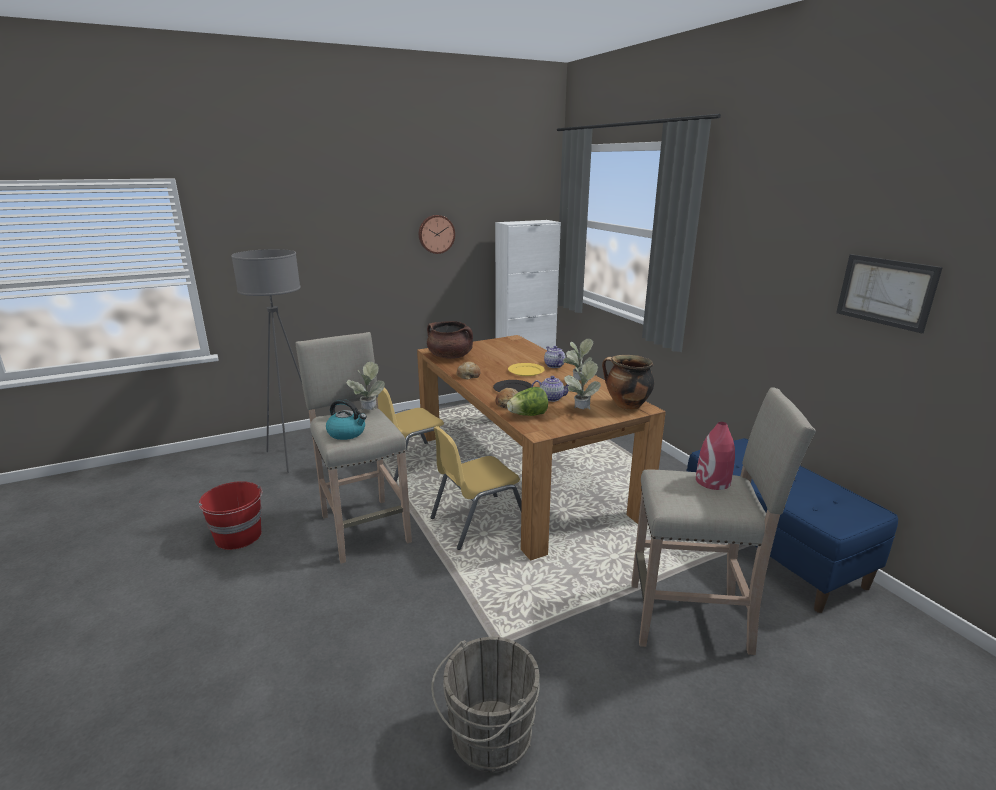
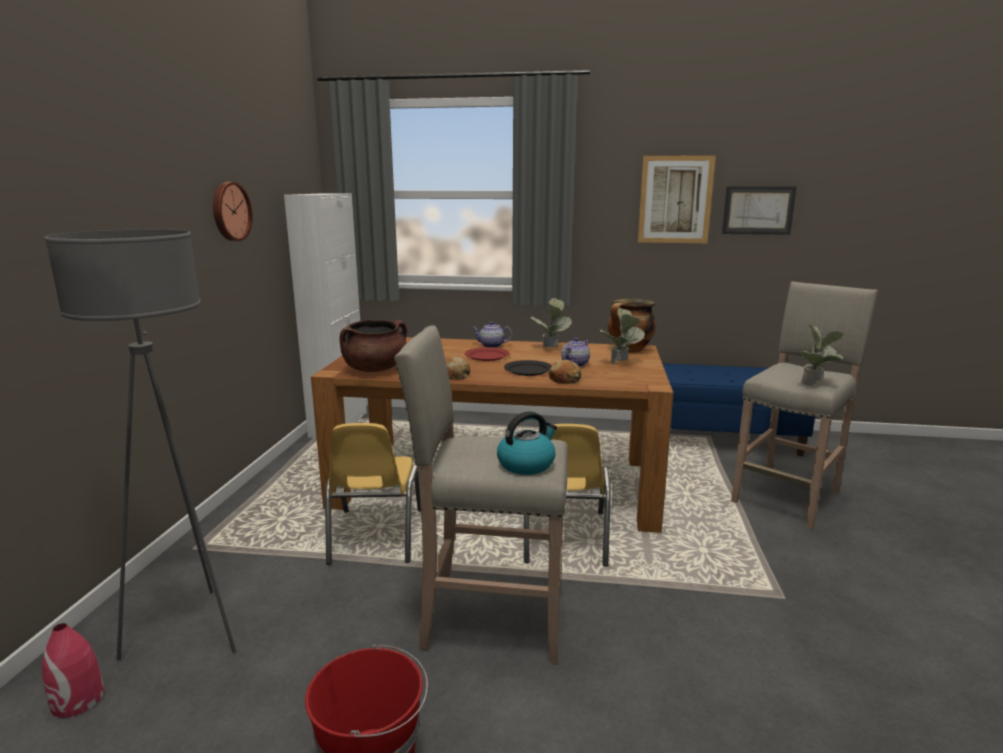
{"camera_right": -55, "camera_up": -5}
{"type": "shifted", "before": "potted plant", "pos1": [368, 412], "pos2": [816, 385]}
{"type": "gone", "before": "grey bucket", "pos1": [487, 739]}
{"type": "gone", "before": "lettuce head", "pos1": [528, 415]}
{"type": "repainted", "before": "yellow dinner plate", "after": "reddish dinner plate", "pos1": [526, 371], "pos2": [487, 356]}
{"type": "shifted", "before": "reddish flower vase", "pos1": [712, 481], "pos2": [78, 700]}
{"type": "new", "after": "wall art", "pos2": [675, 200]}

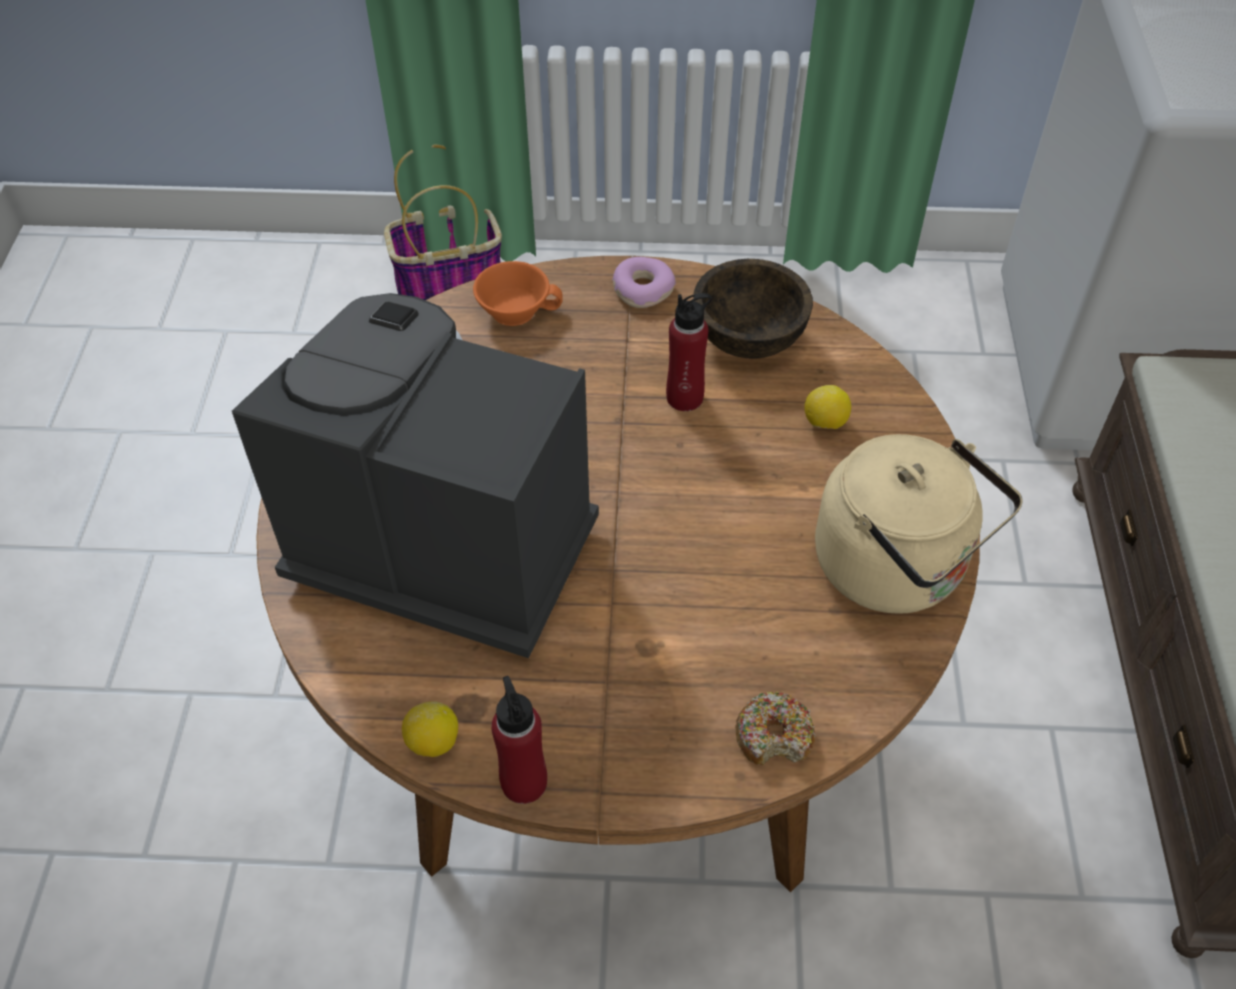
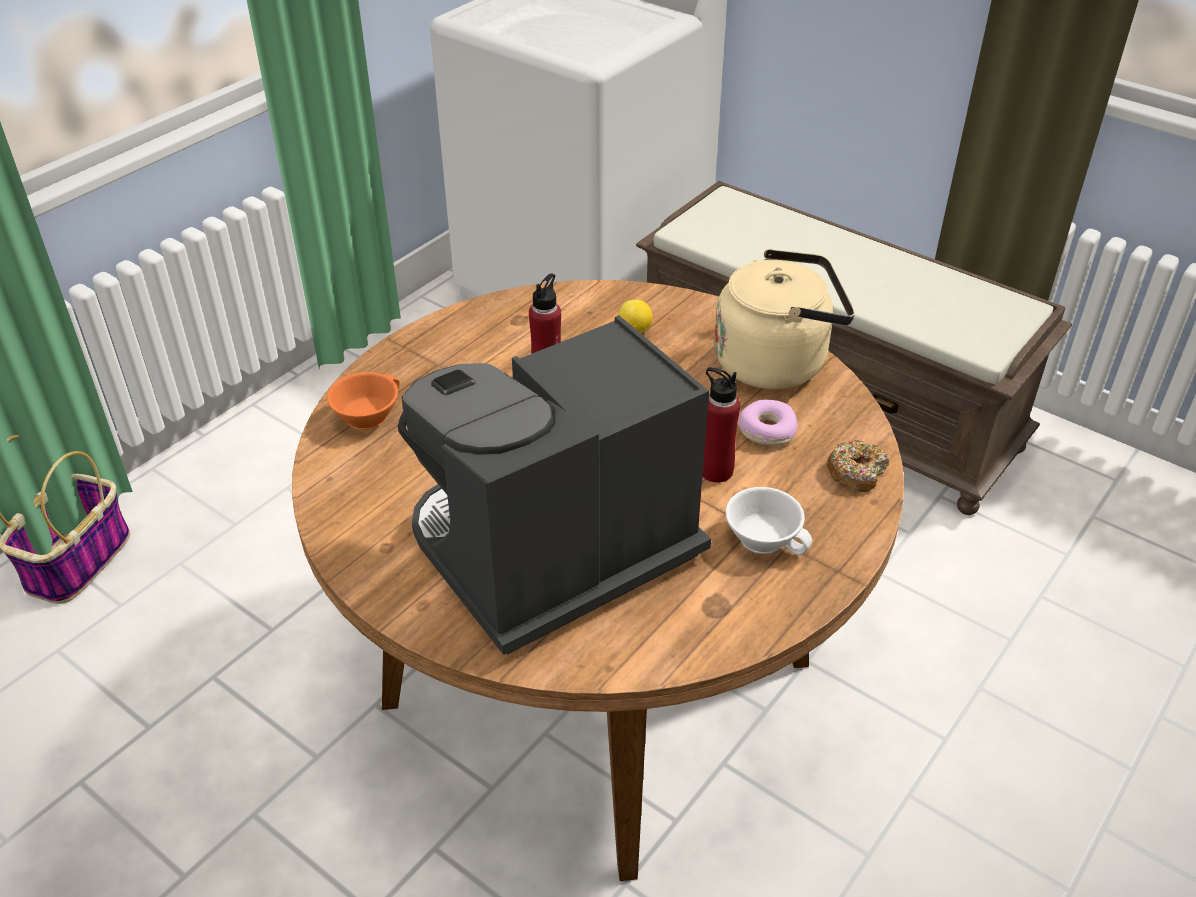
{"camera_right": -55, "camera_up": -10}
{"type": "gone", "before": "whole lemon", "pos1": [433, 742]}
{"type": "shifted", "before": "reddish beverage bottle", "pos1": [524, 782], "pos2": [716, 471]}
{"type": "shifted", "before": "ring doughnut", "pos1": [643, 290], "pos2": [766, 430]}
{"type": "gone", "before": "brown-coloured bowl", "pos1": [749, 337]}
{"type": "new", "after": "white-coloured cup", "pos2": [765, 537]}

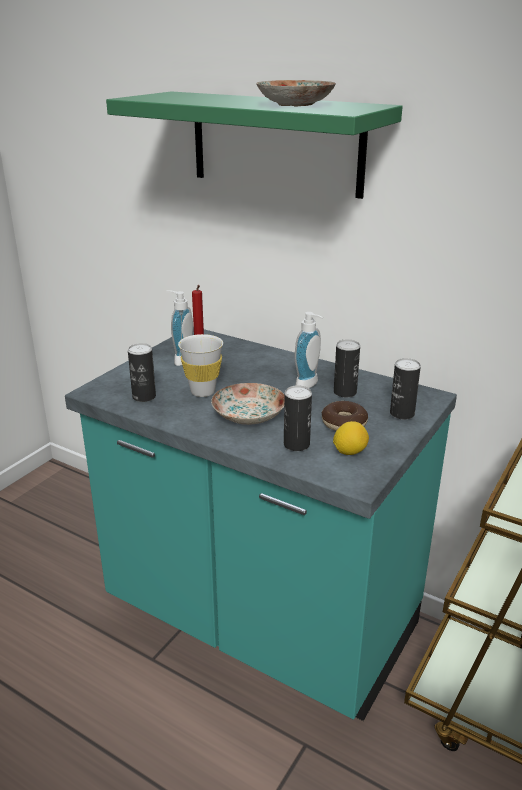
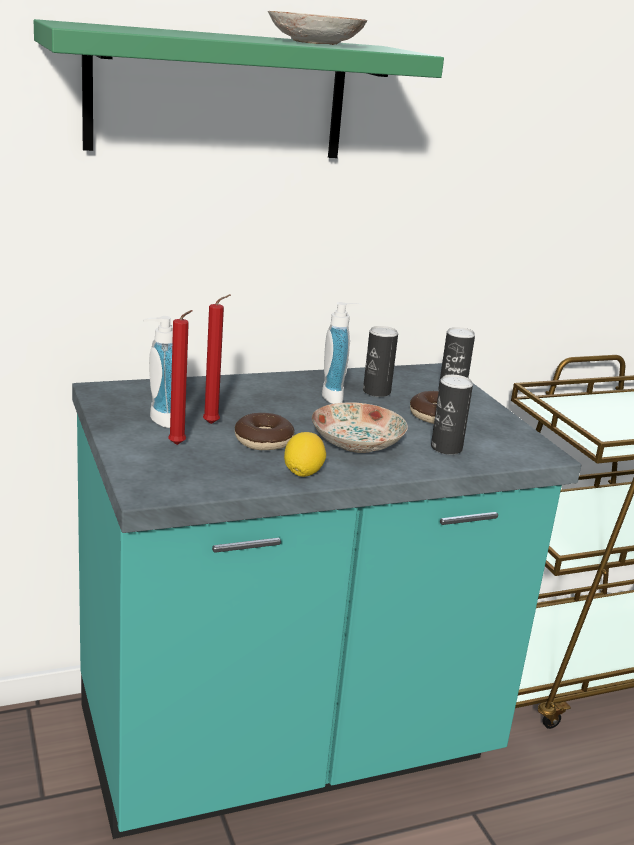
{"camera_right": -55, "camera_up": -5}
{"type": "gone", "before": "sealed can", "pos1": [144, 396]}
{"type": "swapped", "before": "white-coloured cup", "after": "ring doughnut", "pos1": [203, 392], "pos2": [263, 441]}
{"type": "shifted", "before": "whole lemon", "pos1": [349, 452], "pos2": [303, 473]}
{"type": "new", "after": "reddish wax light", "pos2": [178, 446]}

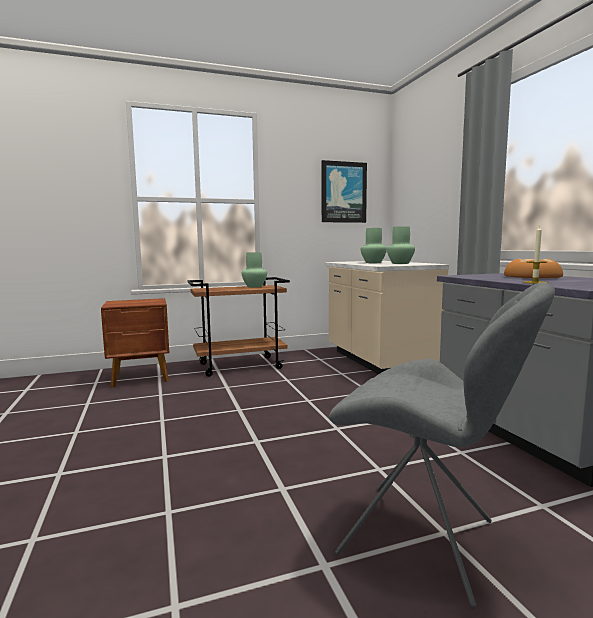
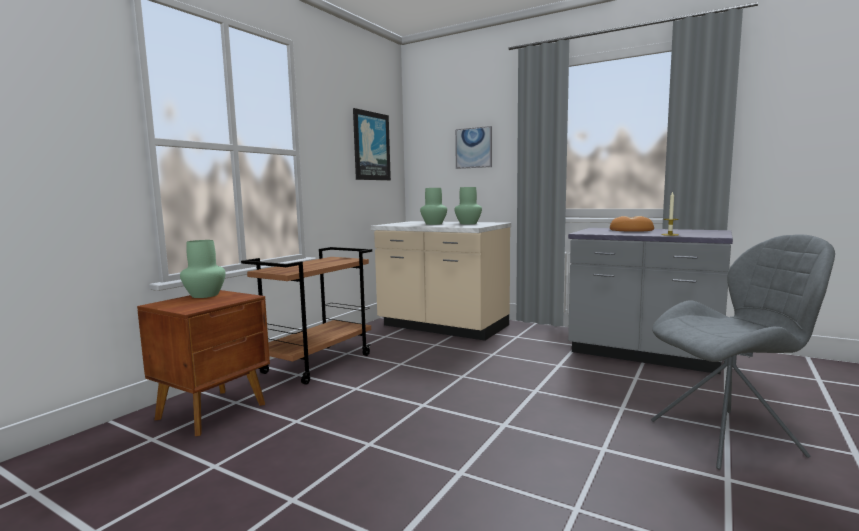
{"camera_right": -40, "camera_up": 0}
{"type": "shifted", "before": "green flower vase", "pos1": [254, 286], "pos2": [204, 295]}
{"type": "new", "after": "wall art", "pos2": [474, 148]}

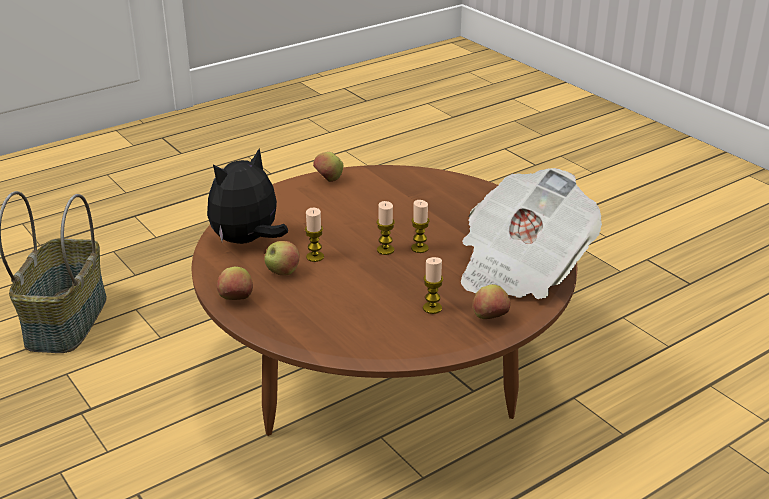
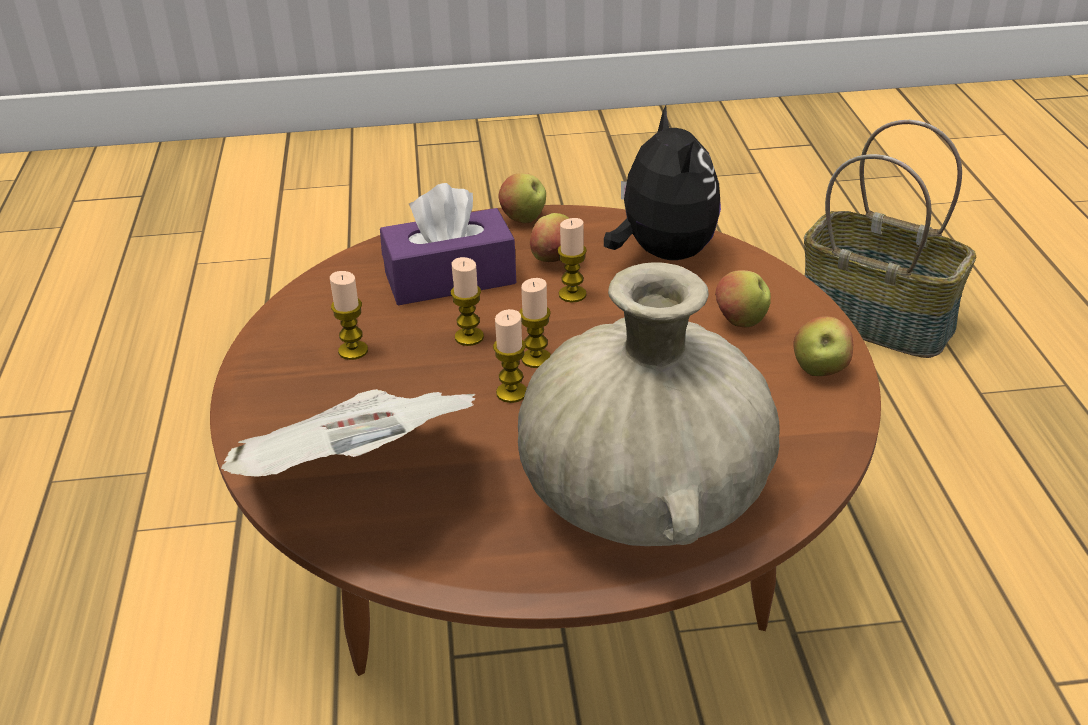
{"camera_right": 120, "camera_up": 5}
{"type": "shifted", "before": "whole apple", "pos1": [490, 318], "pos2": [740, 322]}
{"type": "new", "after": "purple box of tissues", "pos2": [450, 278]}
{"type": "new", "after": "wax light", "pos2": [469, 337]}
{"type": "new", "after": "sand-coloured flower vase", "pos2": [645, 496]}

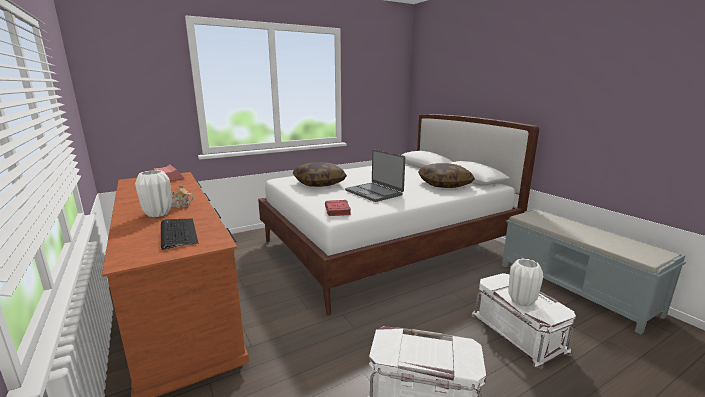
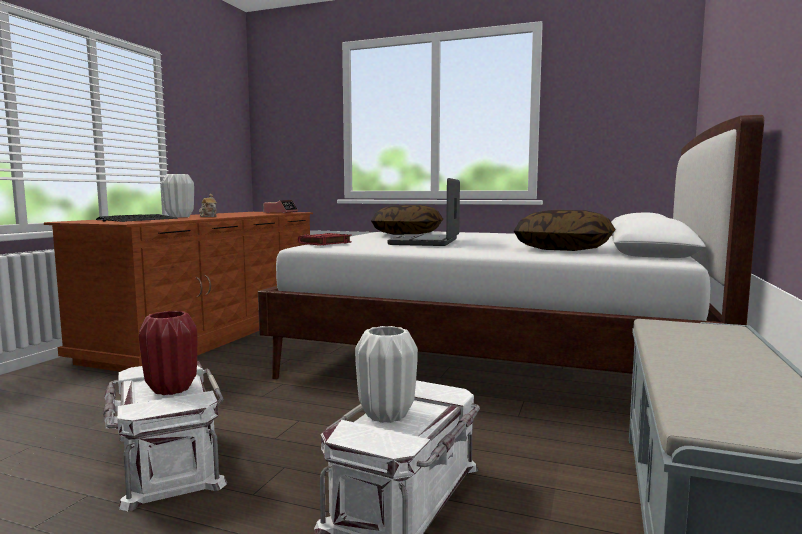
{"camera_right": 50, "camera_up": -10}
{"type": "new", "after": "reddish flower vase", "pos2": [172, 389]}

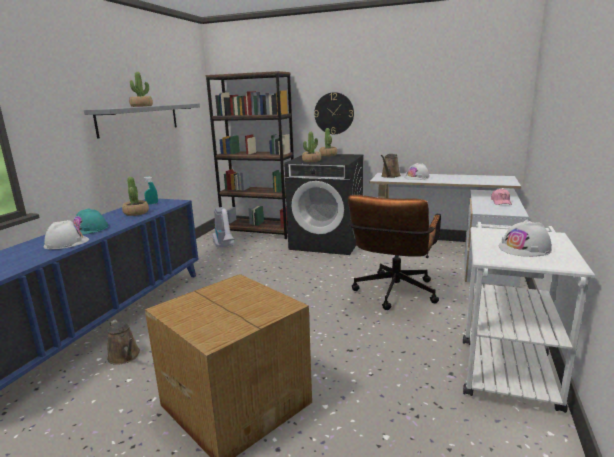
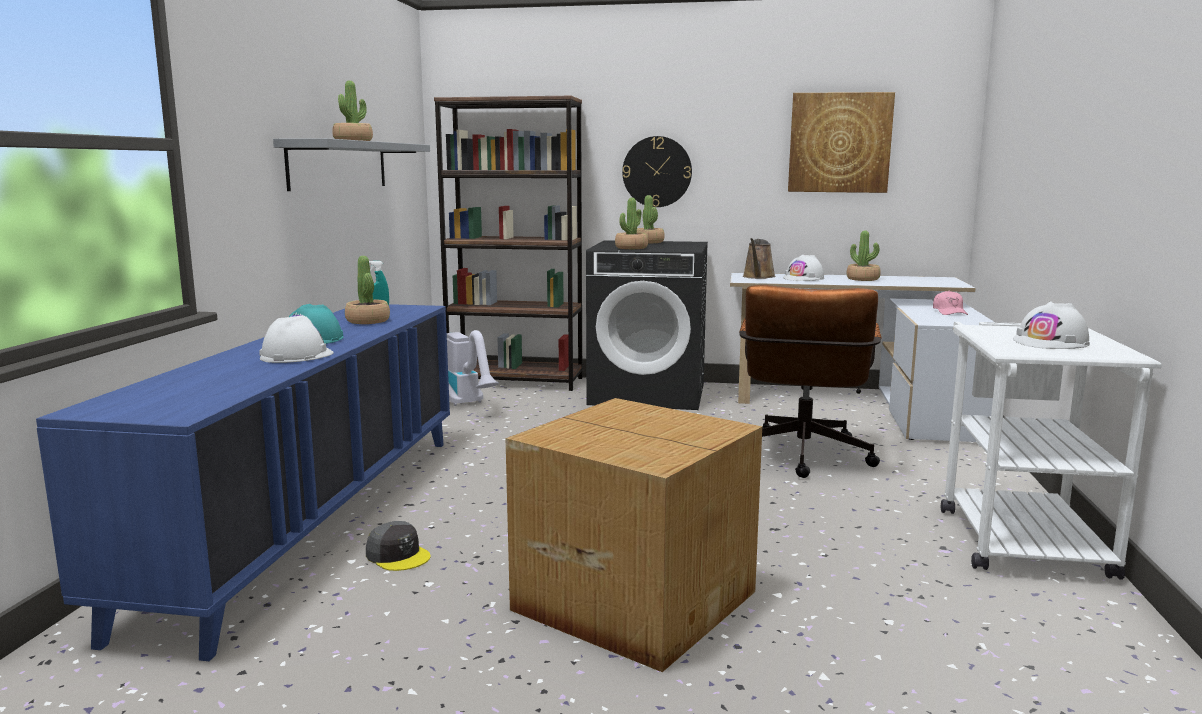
{"camera_right": -10, "camera_up": -5}
{"type": "swapped", "before": "brown-coloured watering pot", "after": "grey peaked cap", "pos1": [125, 357], "pos2": [398, 555]}
{"type": "new", "after": "wall art", "pos2": [839, 143]}
{"type": "new", "after": "potted plant", "pos2": [863, 279]}

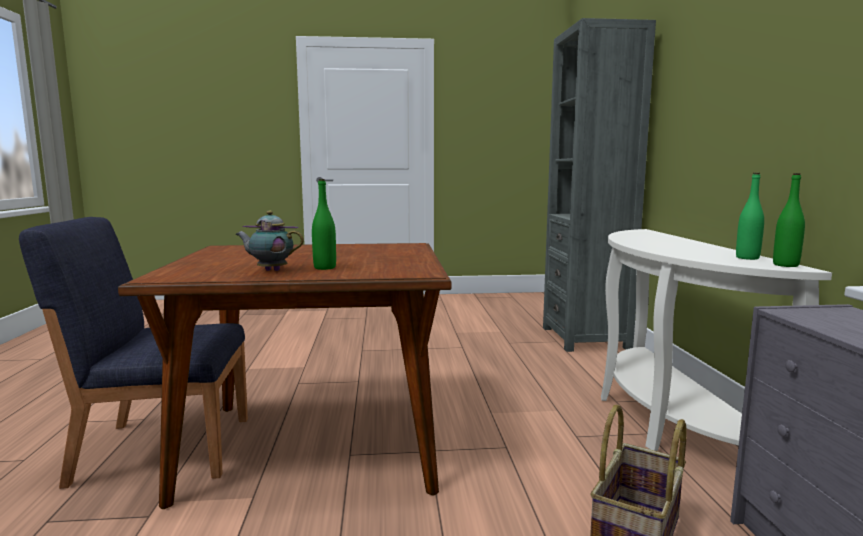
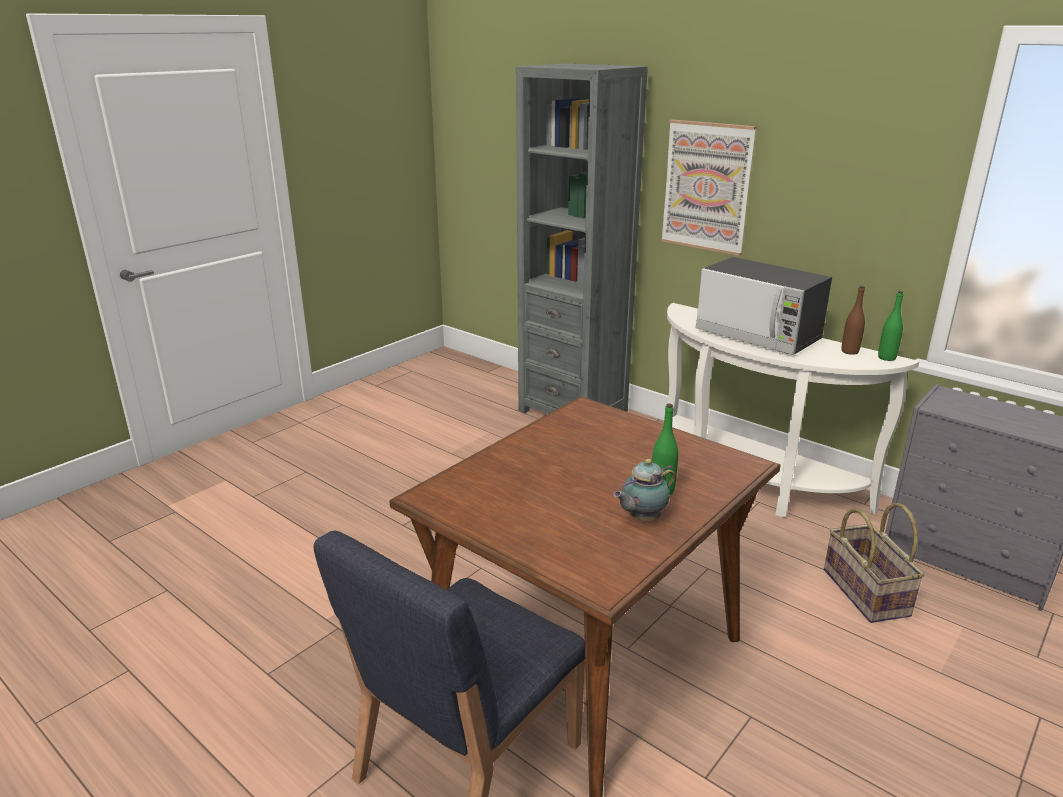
{"camera_right": -45, "camera_up": 15}
{"type": "repainted", "before": "green beverage bottle", "after": "brown-coloured beverage bottle", "pos1": [747, 258], "pos2": [849, 351]}
{"type": "new", "after": "wall art", "pos2": [707, 187]}
{"type": "new", "after": "microwave oven", "pos2": [758, 335]}

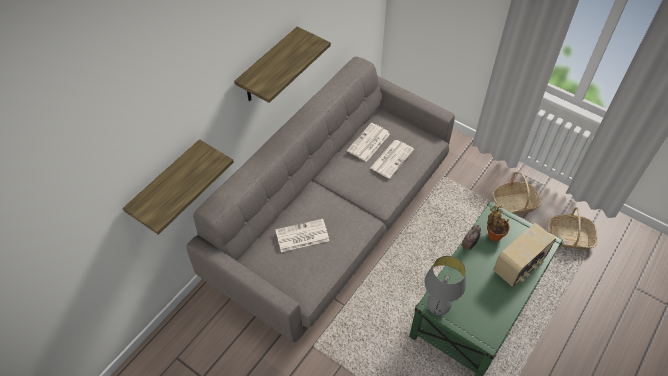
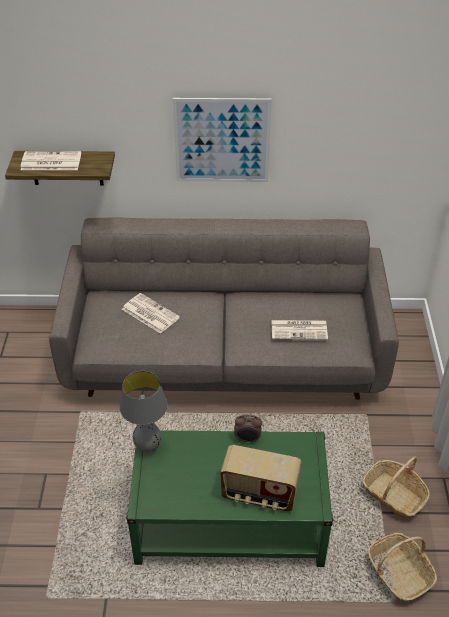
{"camera_right": 55, "camera_up": -10}
{"type": "swapped", "before": "wall shelf", "after": "wall art", "pos1": [268, 67], "pos2": [222, 141]}
{"type": "shifted", "before": "daily paper", "pos1": [368, 143], "pos2": [50, 162]}
{"type": "gone", "before": "potted plant", "pos1": [493, 234]}

